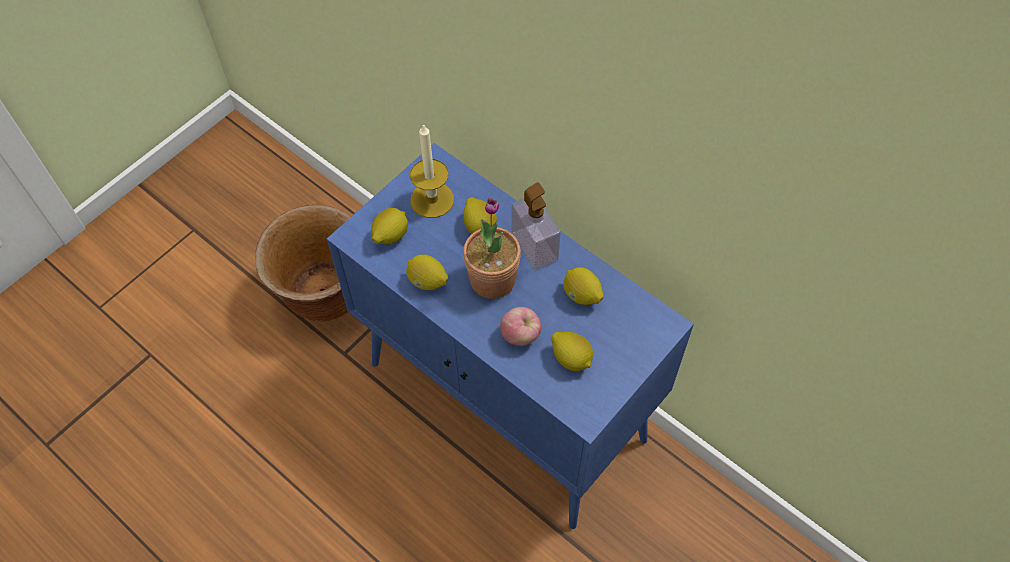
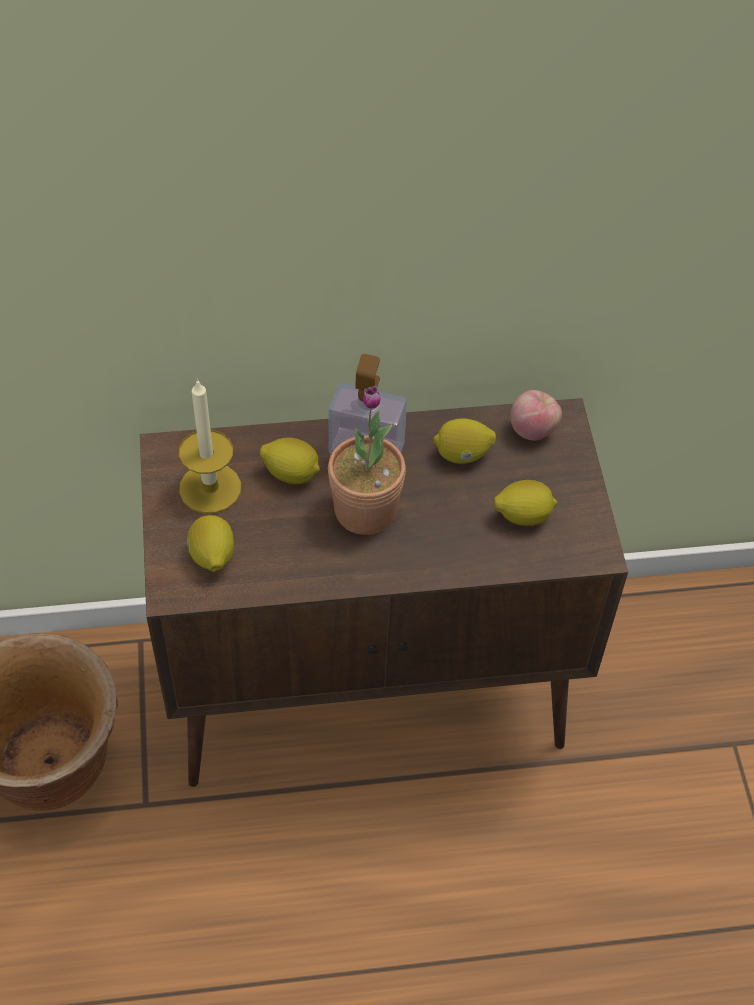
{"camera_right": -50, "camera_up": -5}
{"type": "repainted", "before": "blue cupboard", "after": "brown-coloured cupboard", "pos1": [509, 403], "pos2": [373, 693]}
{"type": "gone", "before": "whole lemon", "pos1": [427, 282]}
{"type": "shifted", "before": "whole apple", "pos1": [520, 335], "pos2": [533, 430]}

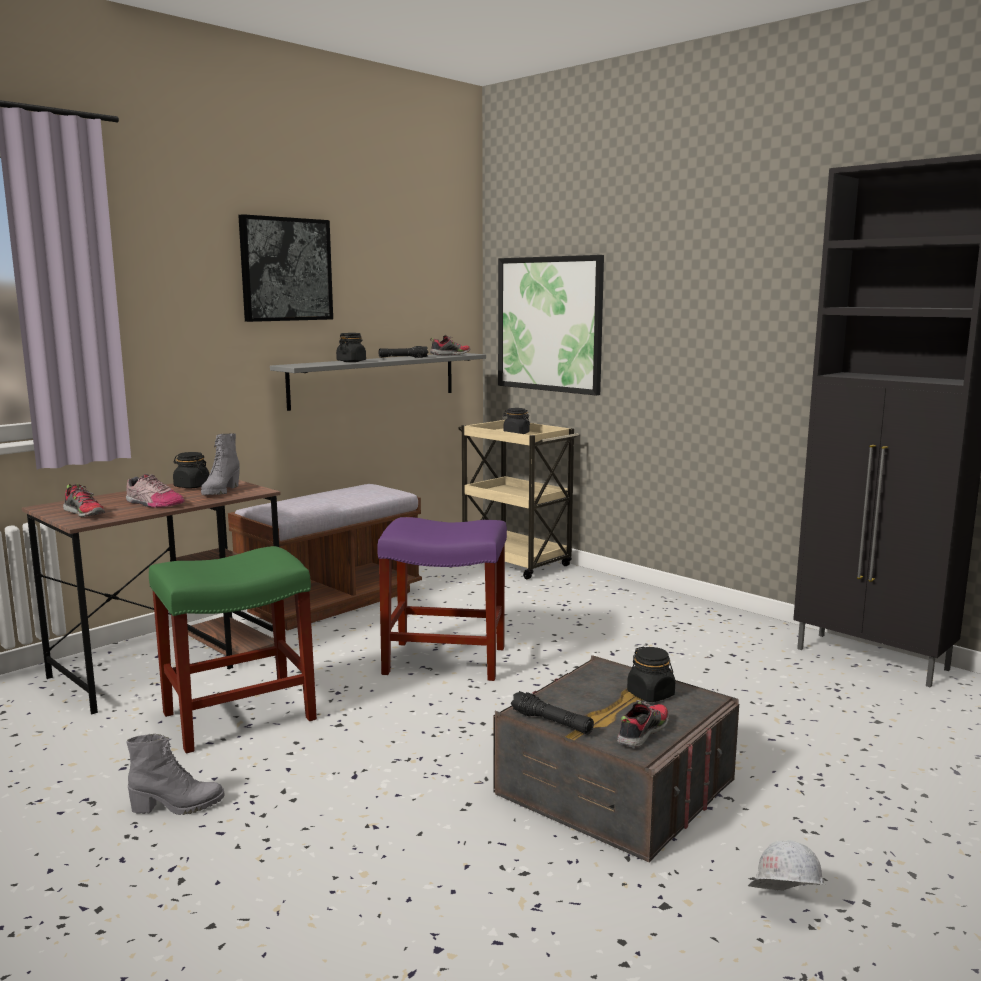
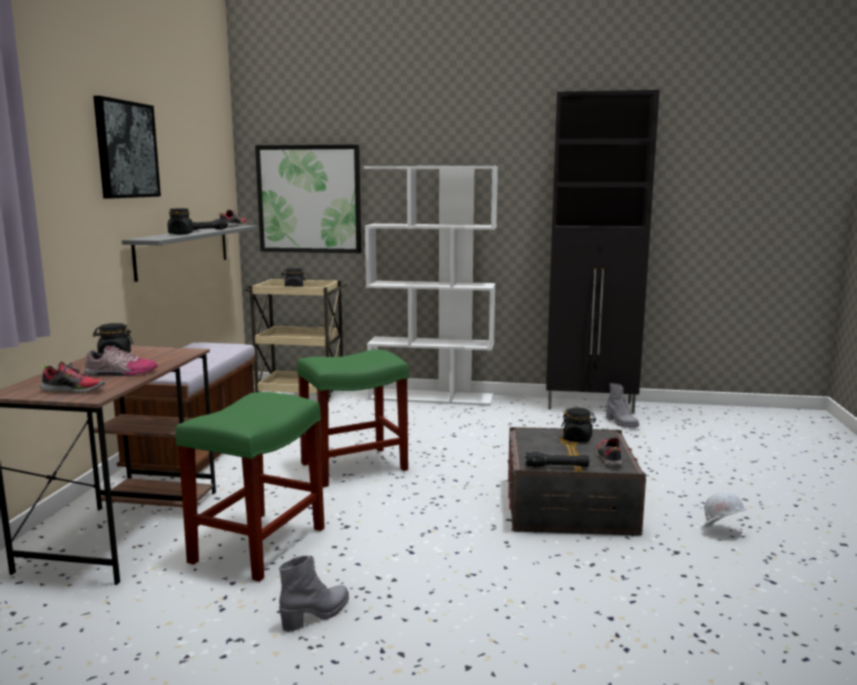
{"camera_right": -35, "camera_up": 0}
{"type": "shifted", "before": "grey boot", "pos1": [220, 492], "pos2": [621, 423]}
{"type": "repainted", "before": "purple sitting stool", "after": "green sitting stool", "pos1": [447, 660], "pos2": [355, 466]}
{"type": "new", "after": "white-coloured bookshelf", "pos2": [432, 397]}

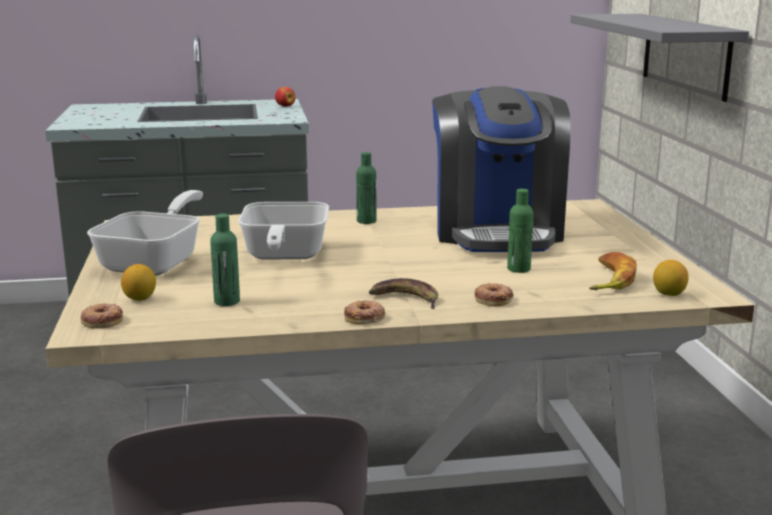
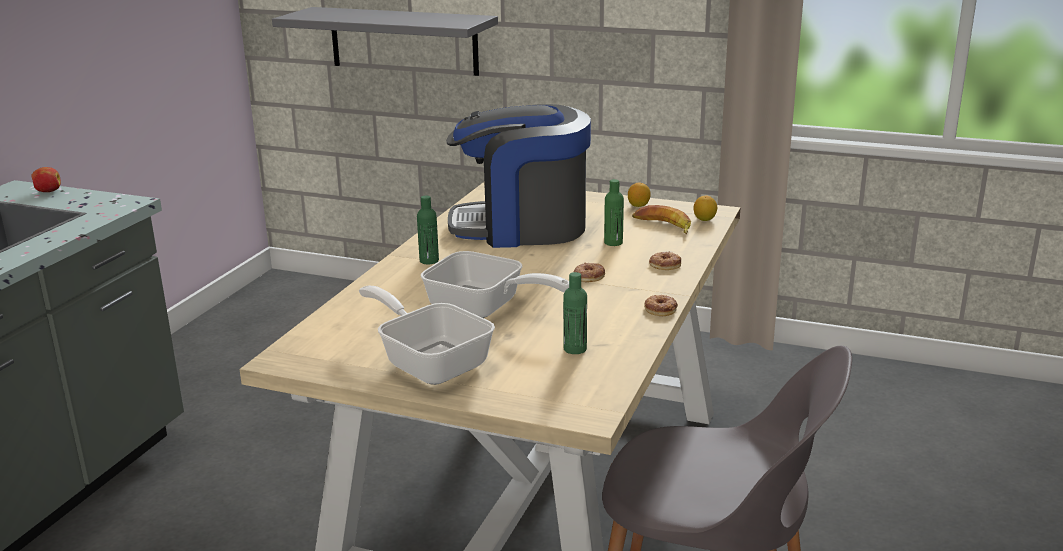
{"camera_right": -60, "camera_up": 5}
{"type": "shifted", "before": "ring doughnut", "pos1": [102, 320], "pos2": [588, 276]}
{"type": "shifted", "before": "whole lemon", "pos1": [140, 298], "pos2": [638, 205]}
{"type": "gone", "before": "banana fruit", "pos1": [405, 298]}
{"type": "rotated", "before": "coffee maker", "pos1": [497, 231], "pos2": [521, 227], "turn": 150}

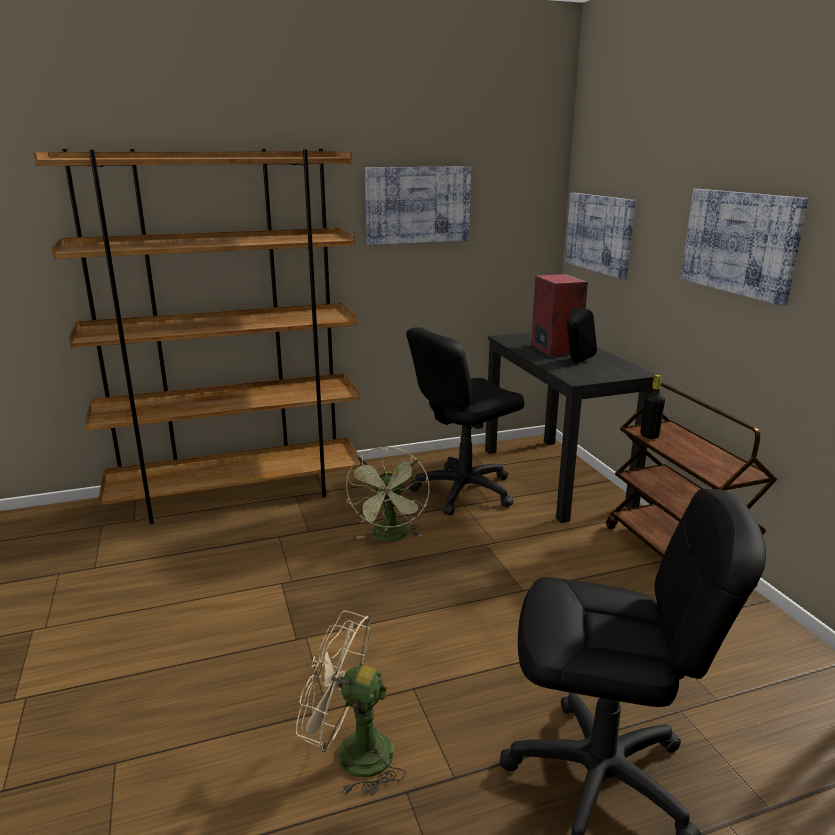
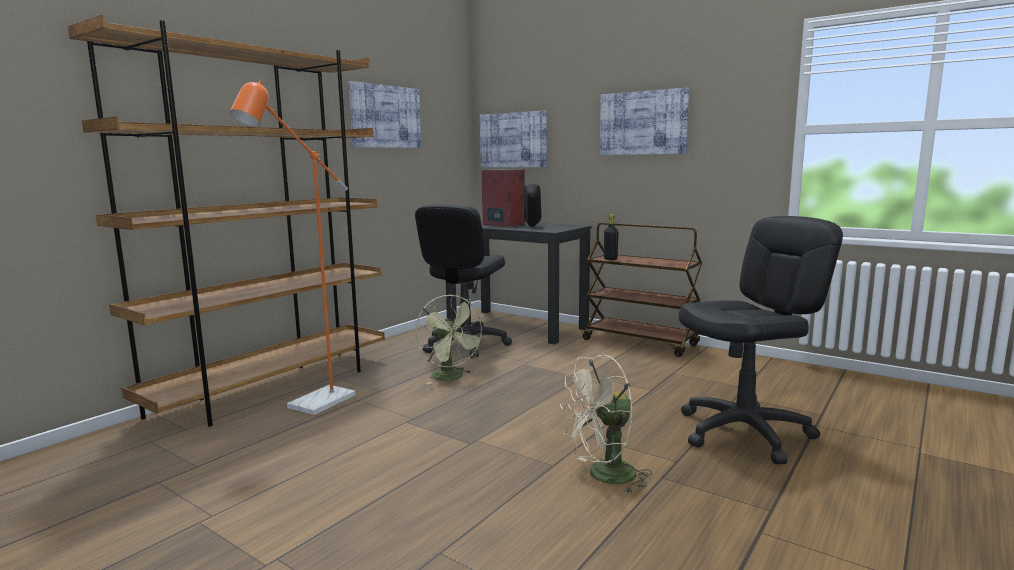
{"camera_right": -35, "camera_up": -10}
{"type": "new", "after": "orangey standard lamp", "pos2": [313, 405]}

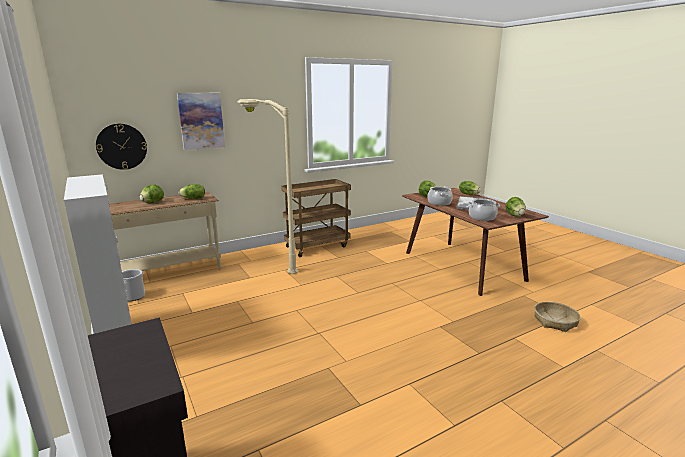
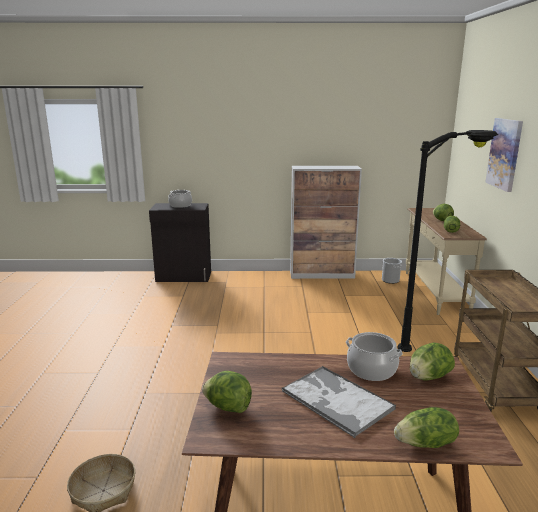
{"camera_right": 120, "camera_up": 0}
{"type": "gone", "before": "wall clock", "pos1": [122, 146]}
{"type": "repainted", "before": "sand-coloured standard lamp", "after": "black standard lamp", "pos1": [269, 263], "pos2": [439, 340]}
{"type": "shifted", "before": "cooking pot", "pos1": [482, 217], "pos2": [180, 205]}

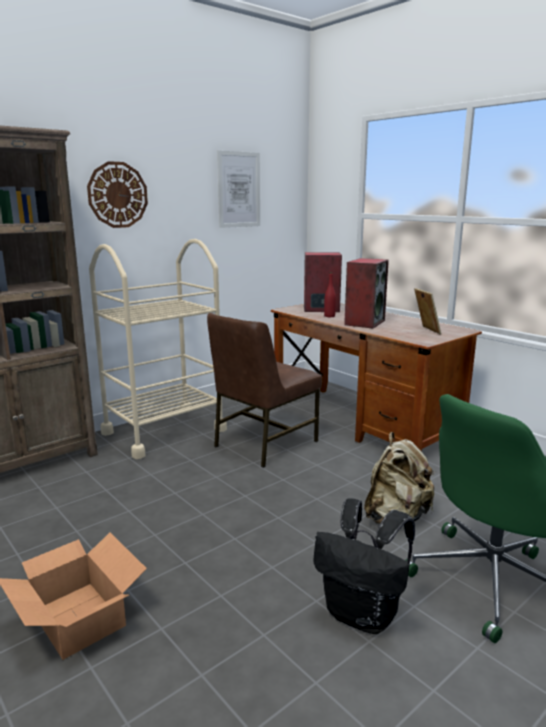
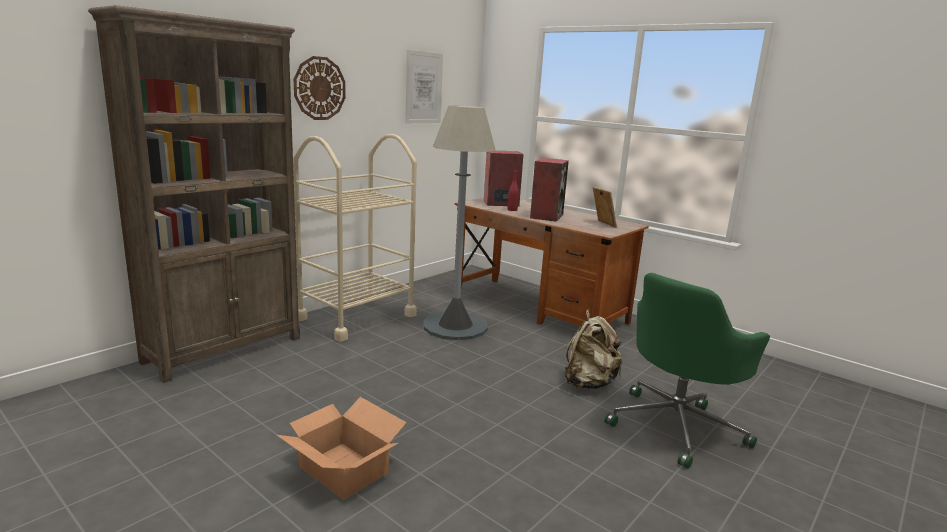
{"camera_right": -10, "camera_up": 0}
{"type": "swapped", "before": "brown-coloured chair", "after": "grey standard lamp", "pos1": [263, 443], "pos2": [455, 326]}
{"type": "gone", "before": "black rucksack", "pos1": [363, 615]}

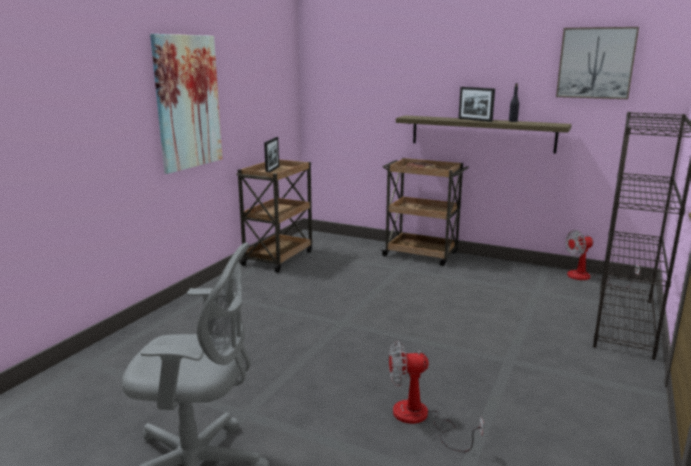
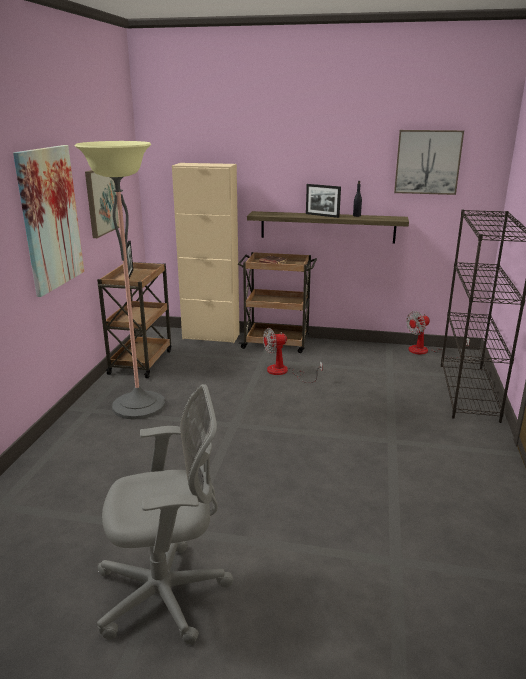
{"camera_right": -15, "camera_up": 5}
{"type": "shifted", "before": "cooling fan", "pos1": [420, 419], "pos2": [284, 372]}
{"type": "new", "after": "standard lamp", "pos2": [139, 406]}
{"type": "new", "after": "wall art", "pos2": [103, 200]}
{"type": "new", "after": "sand-coloured cupboard", "pos2": [211, 336]}

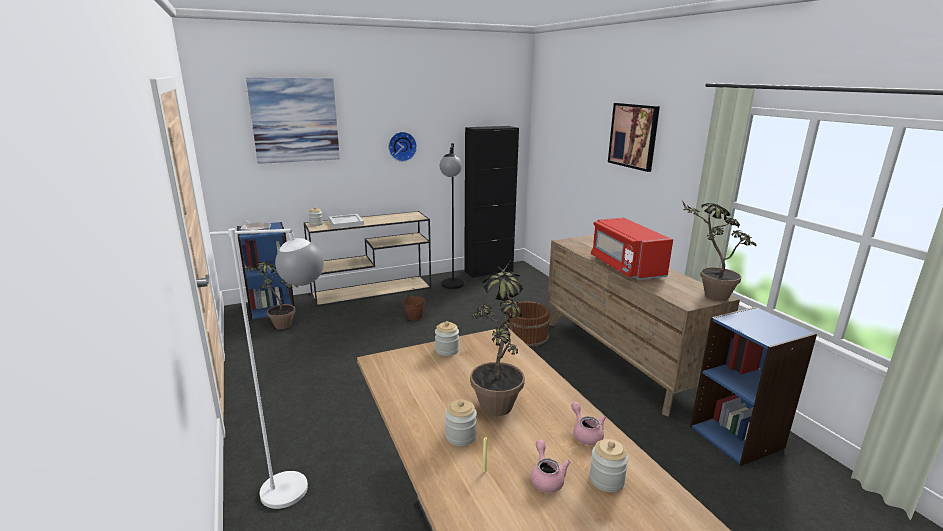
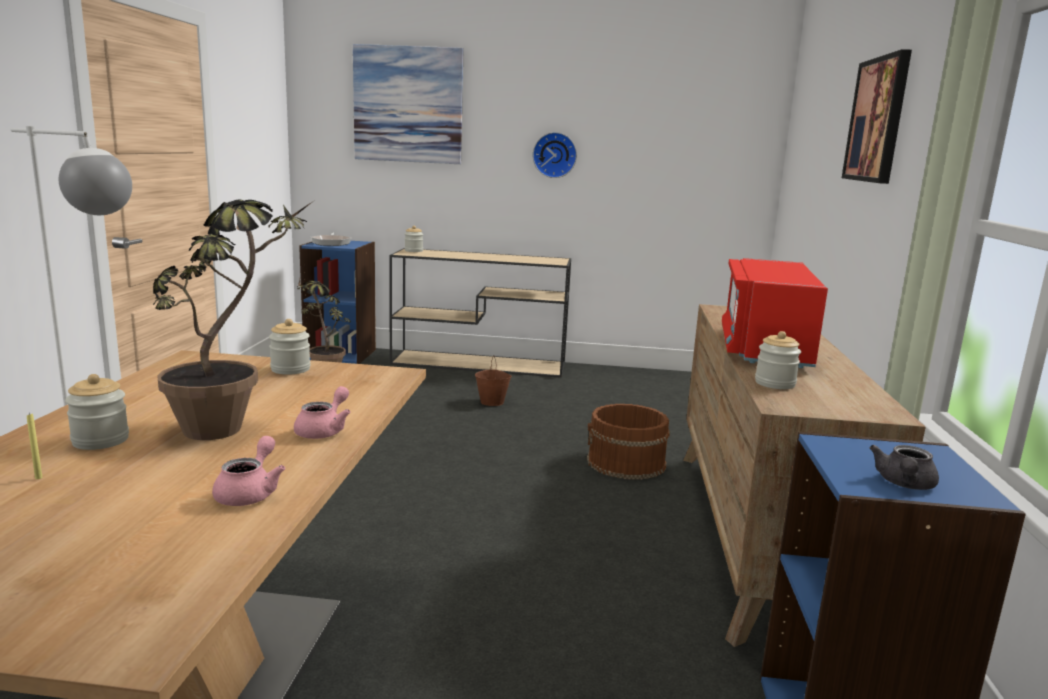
{"camera_right": 30, "camera_up": -5}
{"type": "gone", "before": "white-coloured serving tray", "pos1": [346, 222]}
{"type": "gone", "before": "black standard lamp", "pos1": [452, 287]}
{"type": "gone", "before": "black cupboard", "pos1": [488, 271]}
{"type": "shifted", "before": "pinkish teapot", "pos1": [546, 477], "pos2": [324, 430]}
{"type": "shifted", "before": "storage jar", "pos1": [606, 480], "pos2": [775, 383]}
{"type": "gone", "before": "potted plant", "pos1": [707, 293]}
{"type": "new", "after": "grey teapot", "pos2": [904, 484]}

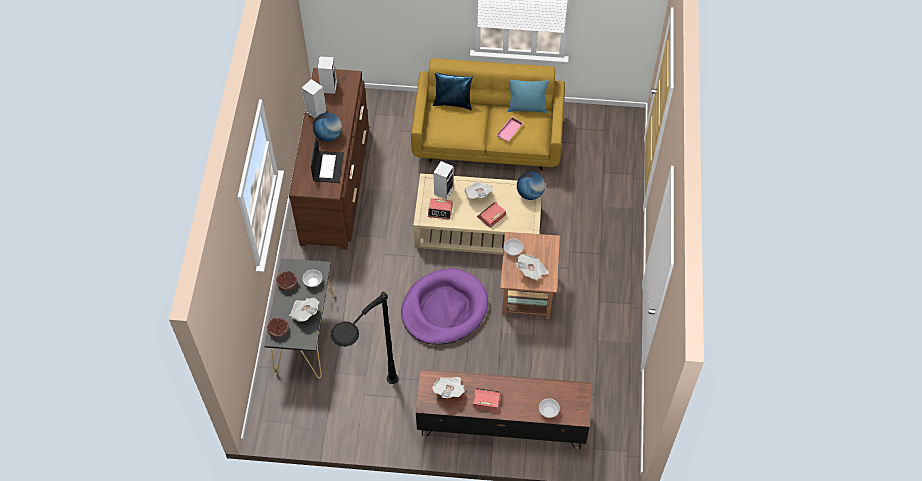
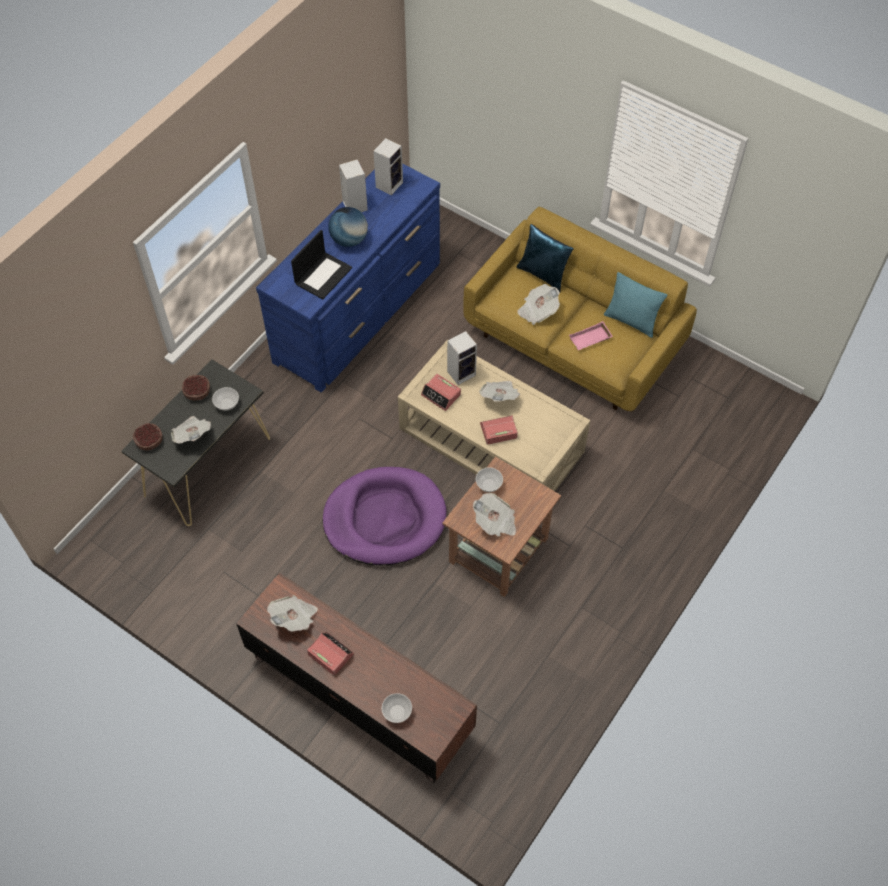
{"camera_right": 30, "camera_up": 0}
{"type": "repainted", "before": "brown-coloured chest of drawers", "after": "blue chest of drawers", "pos1": [335, 183], "pos2": [359, 311]}
{"type": "gone", "before": "black standard lamp", "pos1": [368, 406]}
{"type": "gone", "before": "globe", "pos1": [530, 193]}
{"type": "new", "after": "daily paper", "pos2": [537, 311]}

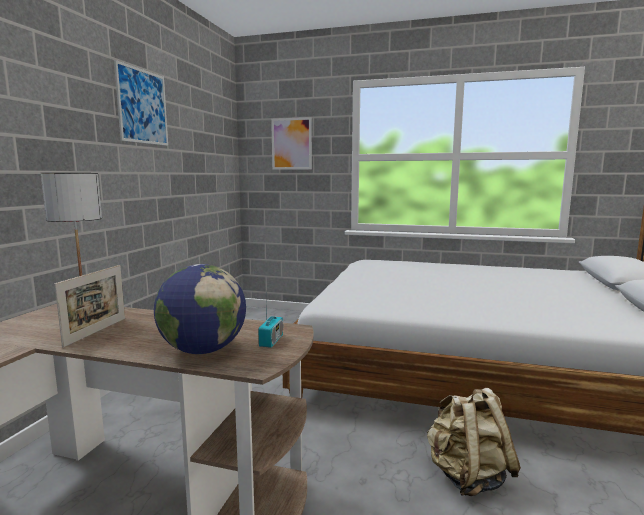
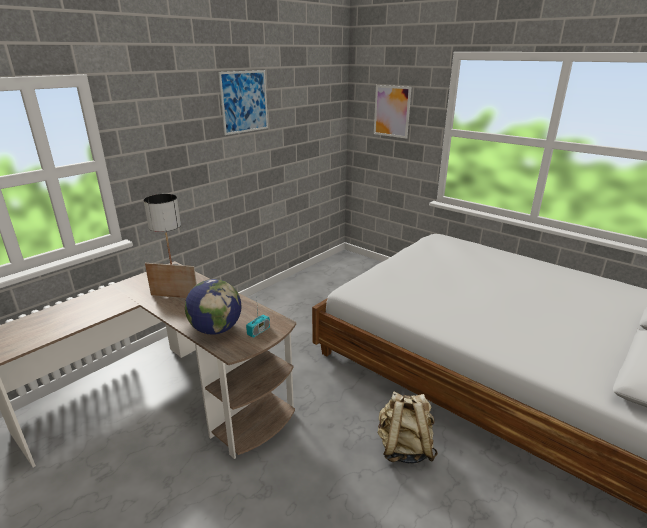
{"camera_right": 25, "camera_up": 15}
{"type": "rotated", "before": "picture frame", "pos1": [96, 331], "pos2": [174, 297], "turn": -120}

